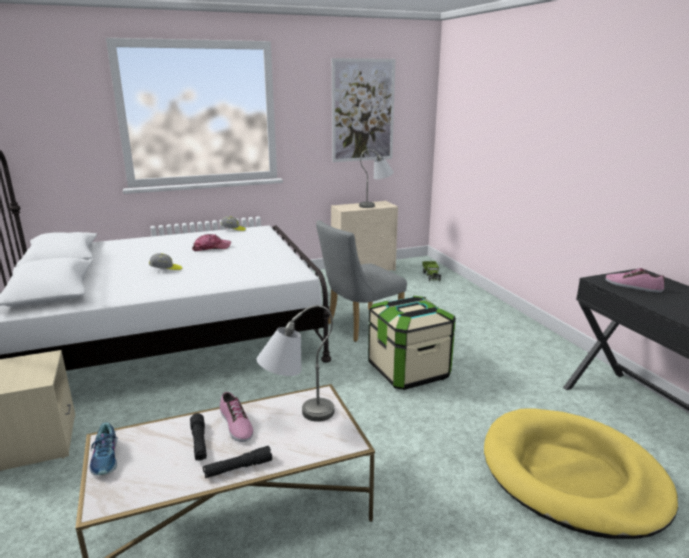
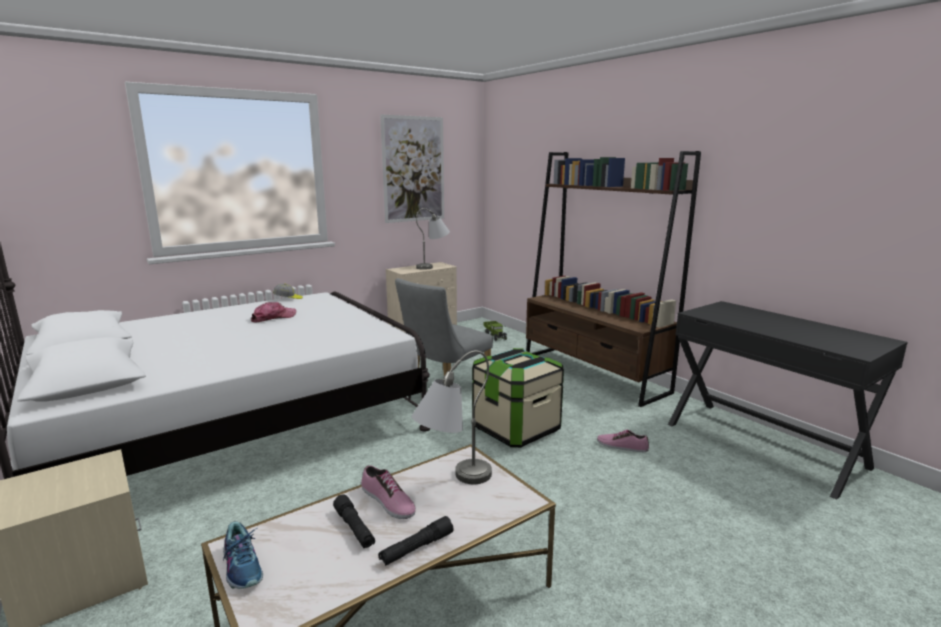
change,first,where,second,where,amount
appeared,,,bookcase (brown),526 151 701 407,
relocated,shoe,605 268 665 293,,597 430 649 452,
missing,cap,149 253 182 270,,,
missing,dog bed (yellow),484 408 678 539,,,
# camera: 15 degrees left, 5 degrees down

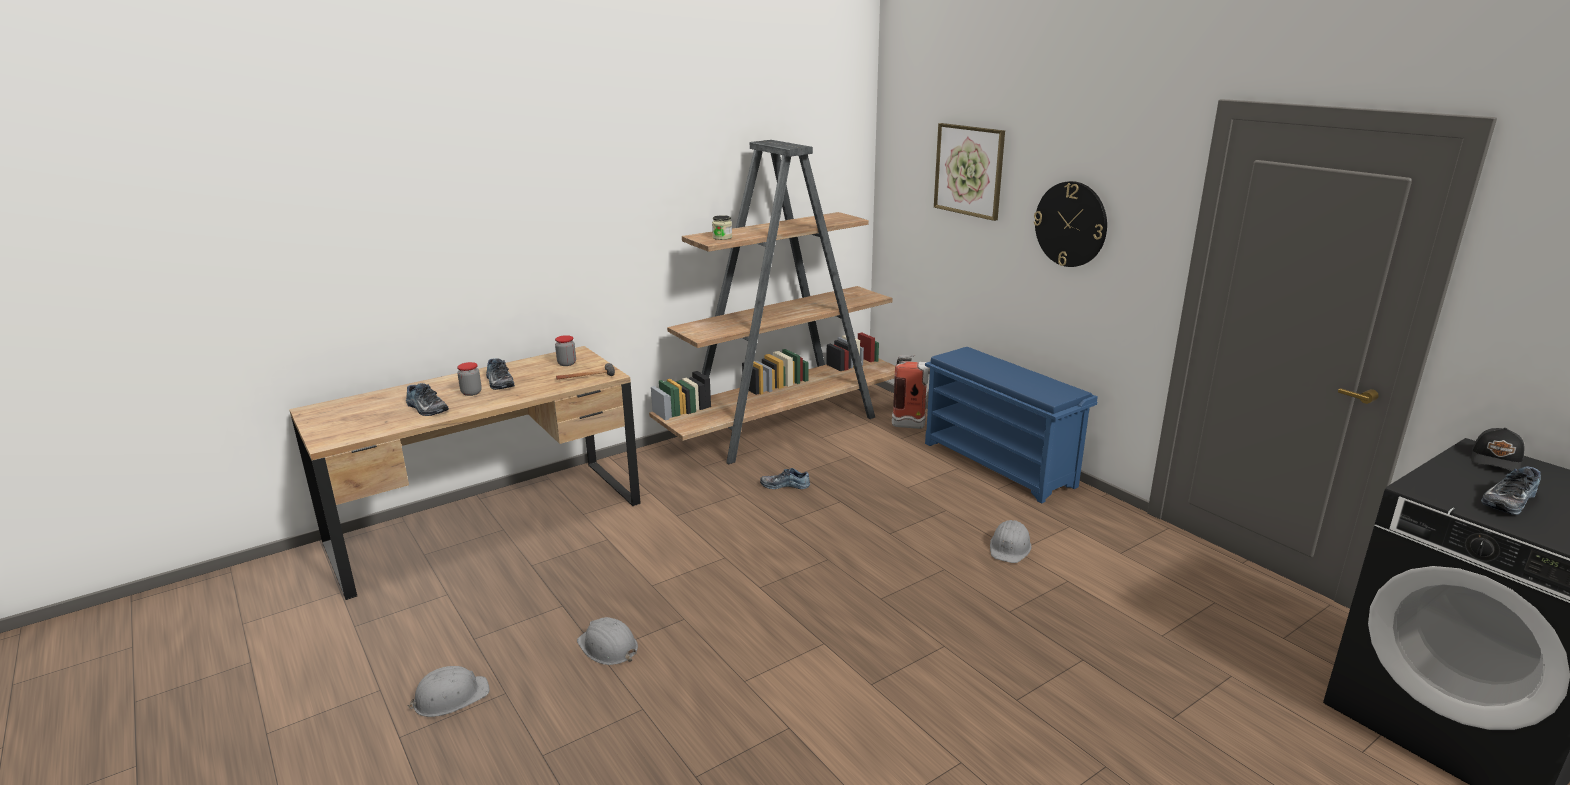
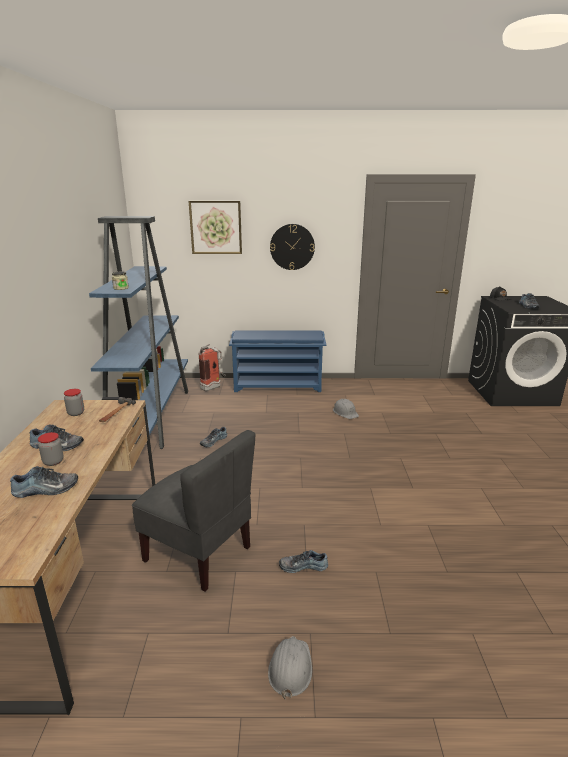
change,first,where,second,where,amount
colour,bookcase (brown),649 140 895 465,bookcase (blue),89 216 188 449,
appeared,,,chair (grey),132 430 255 591,
exchanged,hard hat (grey),577 617 638 665,shoe,279 550 328 573,
# camera: 55 degrees left, 0 degrees up

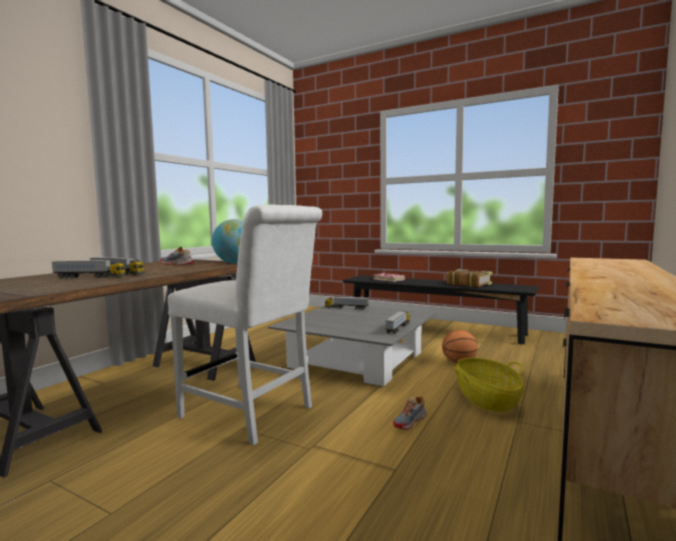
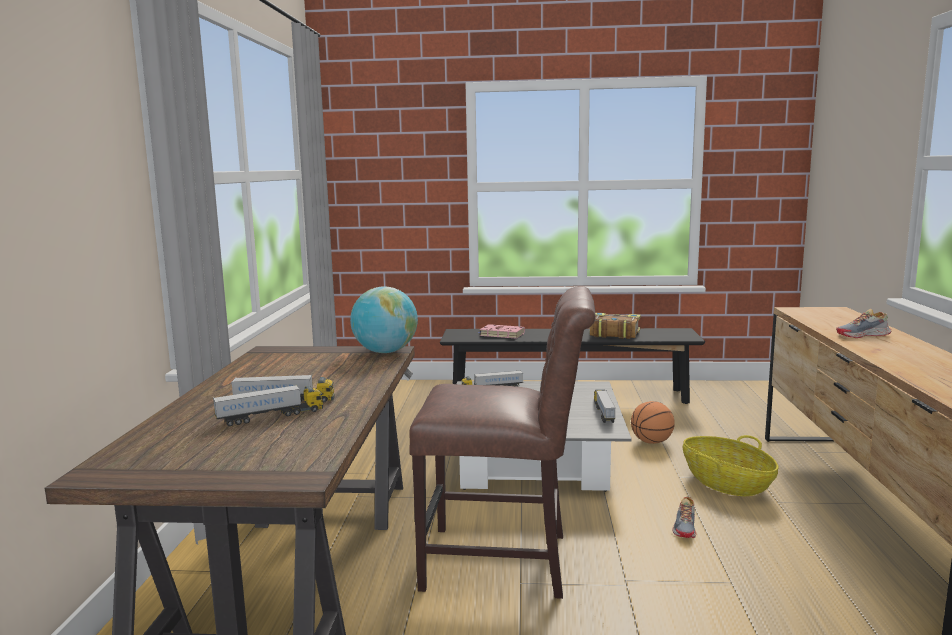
change,first,where,second,where,amount
colour,chair (white),168 204 322 445,chair (brown),409 286 596 599,
relocated,shoe,160 247 195 265,,836 309 891 338,
# camera: 25 degrees left, 5 degrees up

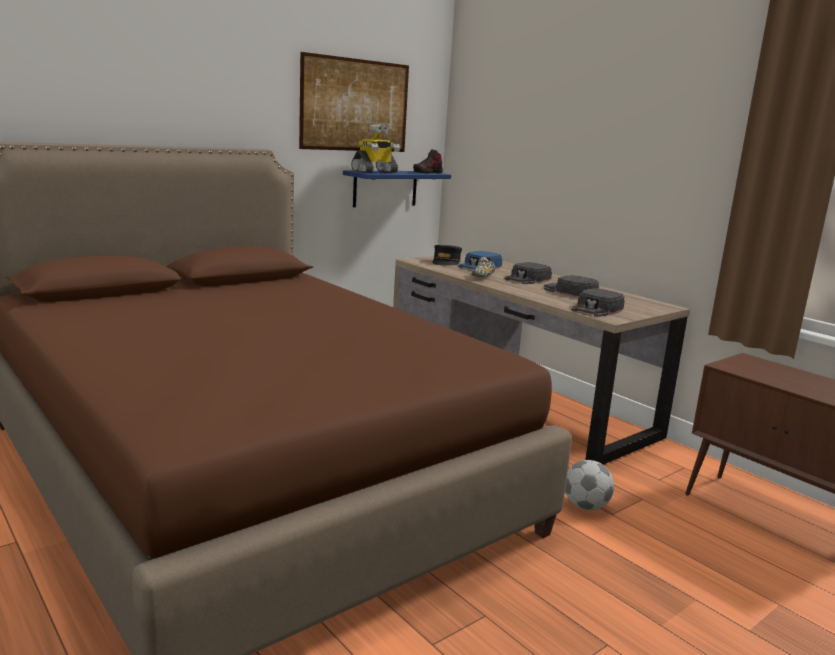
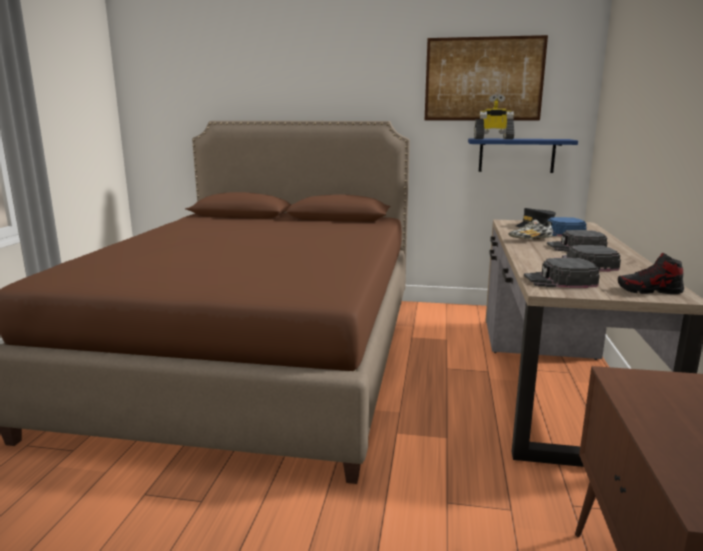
change,first,where,second,where,amount
relocated,shoe,413 149 443 174,,618 253 684 294,
missing,football,565 460 614 510,,,
# camera: 50 degrees right, 0 degrees up

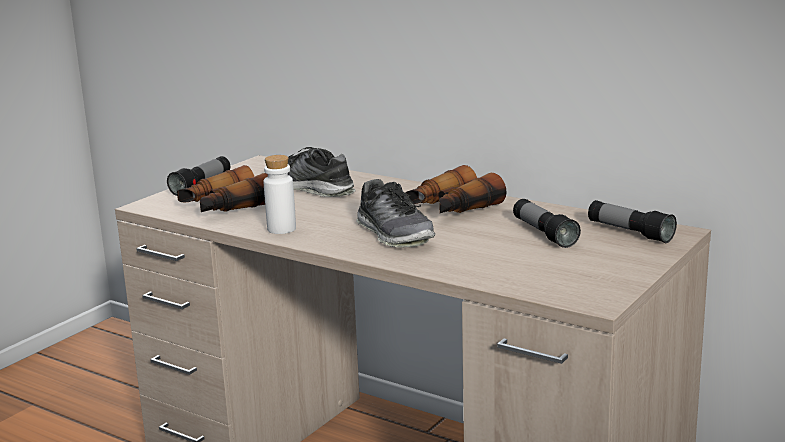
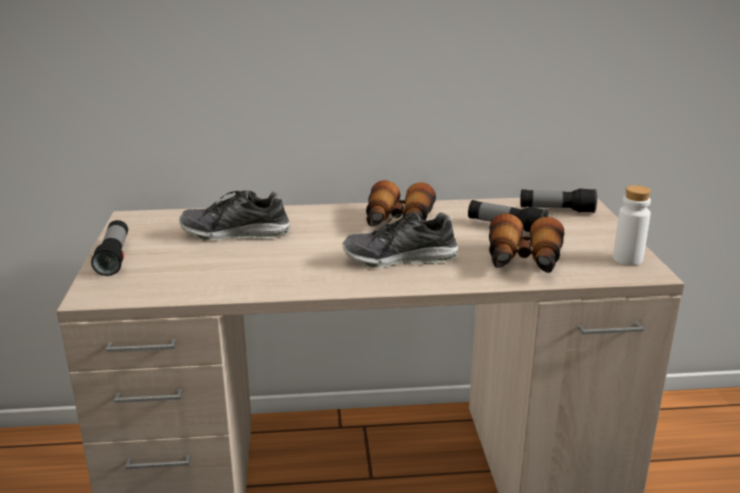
change,first,where,second,where,amount
spun,shoe,356 179 436 248,,343 212 458 268,150 degrees clockwise
relocated,binoculars,177 165 268 212,,489 213 564 273,
relocated,bottle (white),264 155 296 234,,613 185 651 265,
# camera: 40 degrees left, 5 degrees up

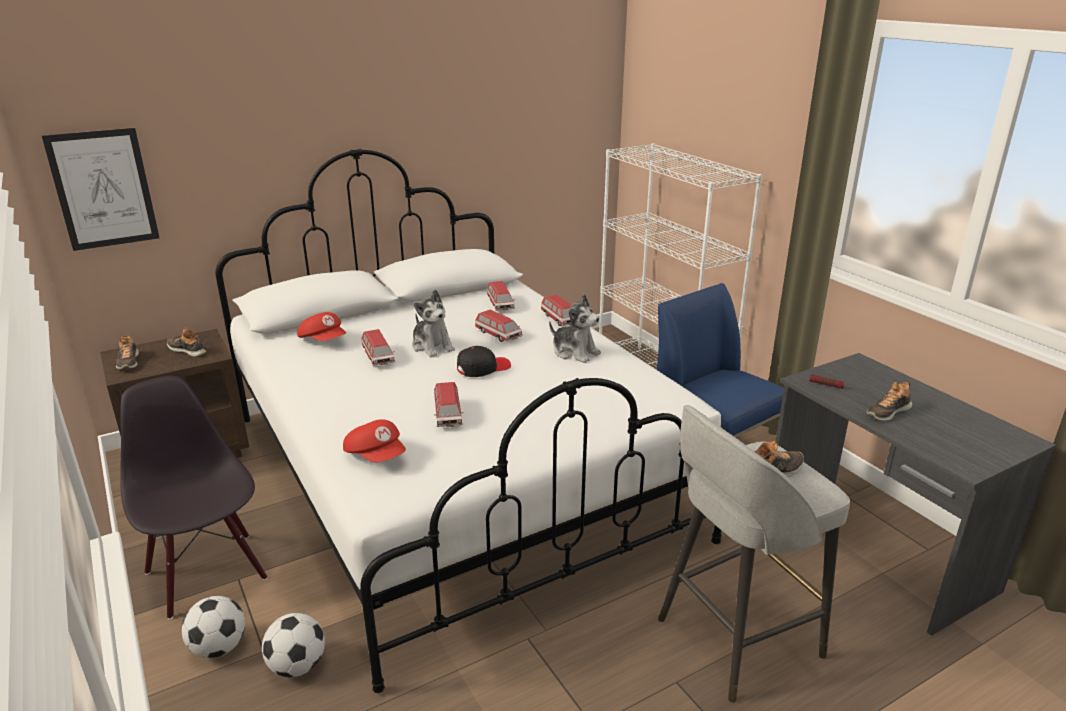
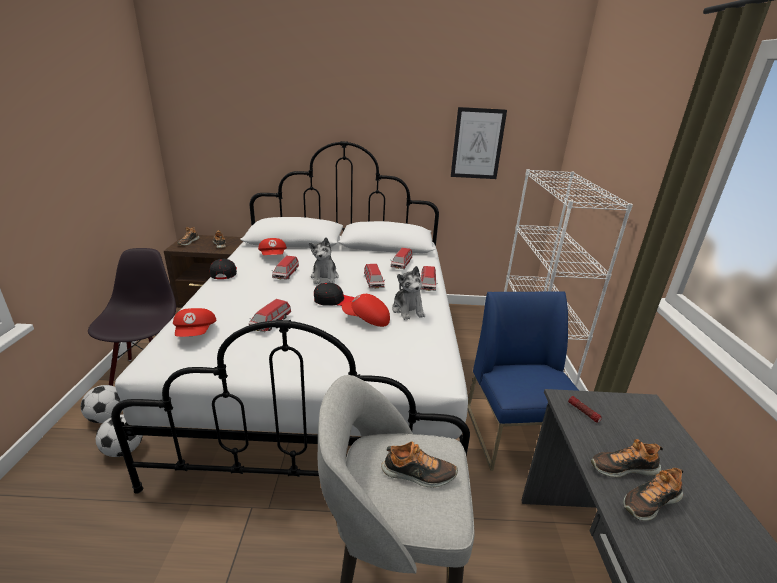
change,first,where,second,where,amount
appeared,,,cap (black),210 259 237 279,
appeared,,,cap (red),342 294 390 327,
relocated,picture,42 128 159 251,,451 107 507 179,
appeared,,,shoe,623 468 683 521,
# camera: 30 degrees right, 0 degrees up

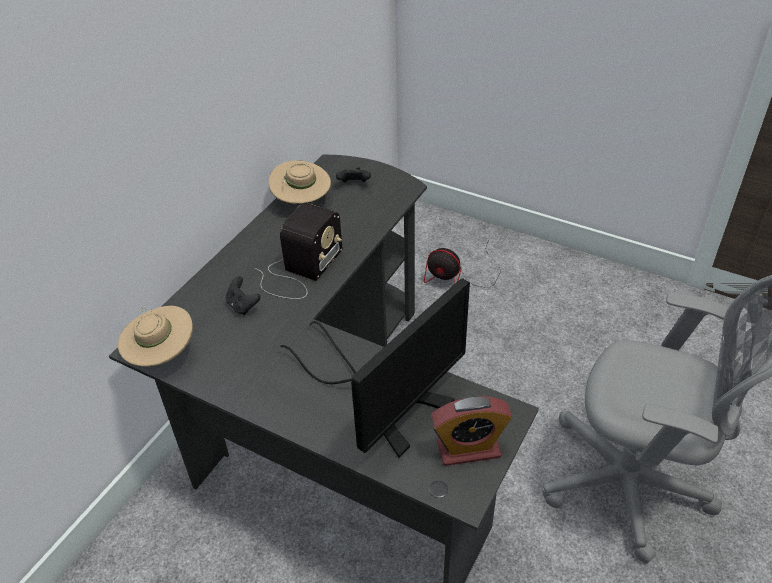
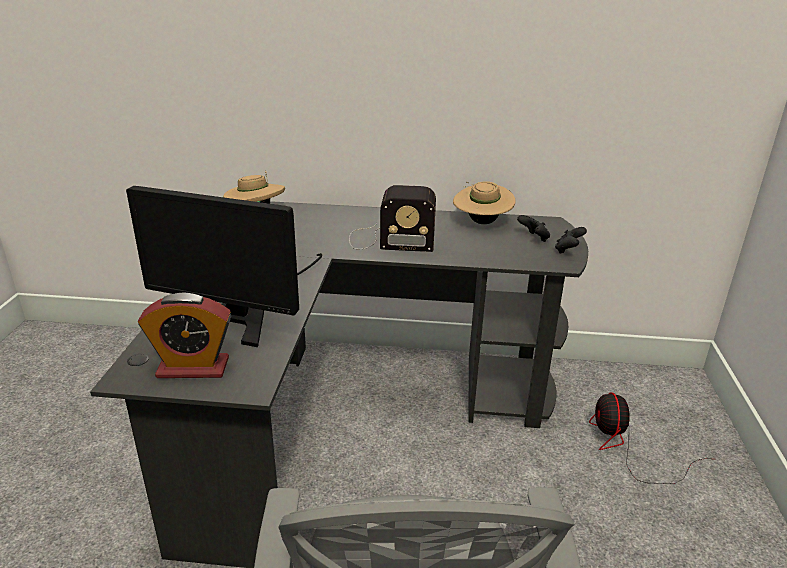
change,first,where,second,where,amount
spun,alarm clock,431 396 512 466,,138 292 232 378,60 degrees counterclockwise
relocated,game controller (black),226 276 260 315,,555 227 587 253,
# camera: 65 degrees right, 15 degrees down

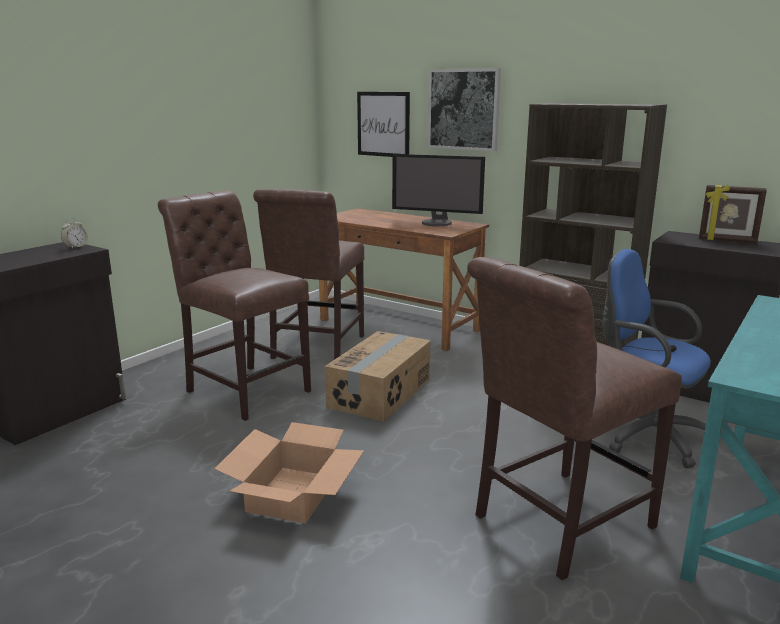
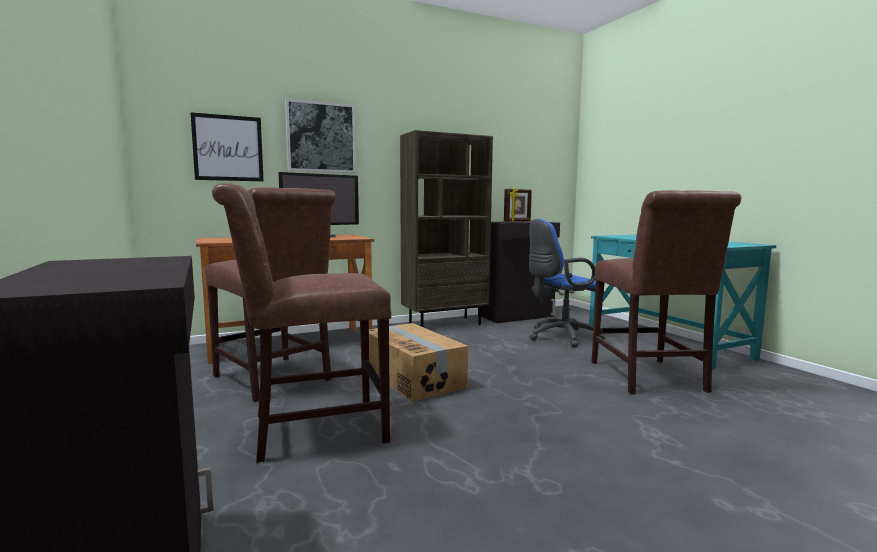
change,first,where,second,where,amount
missing,alarm clock,61 218 88 248,,,
missing,cardboard box,215 422 364 524,,,
# camera: 60 degrees left, 10 degrees down

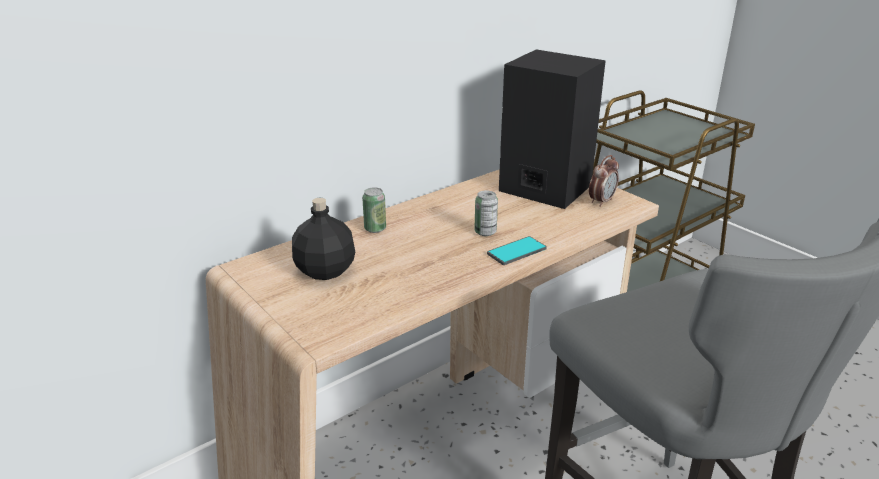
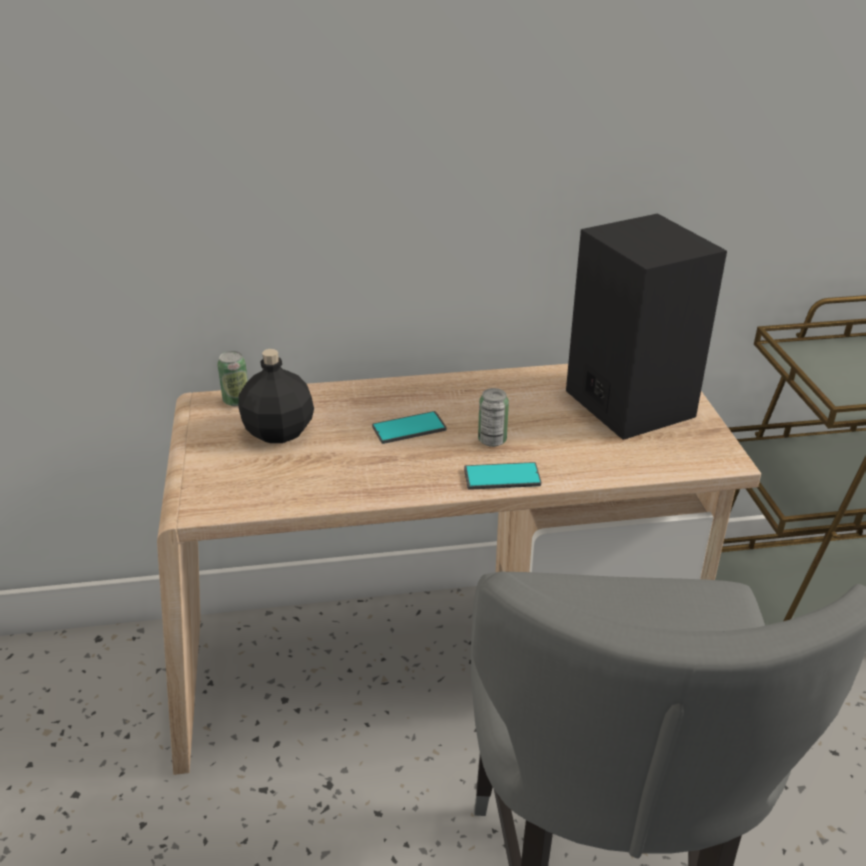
change,first,where,second,where,amount
relocated,can,362 187 386 233,,217 351 248 406,
appeared,,,phone,372 411 447 444,
missing,alarm clock,589 155 619 207,,,
# camera: 30 degrees right, 5 degrees up

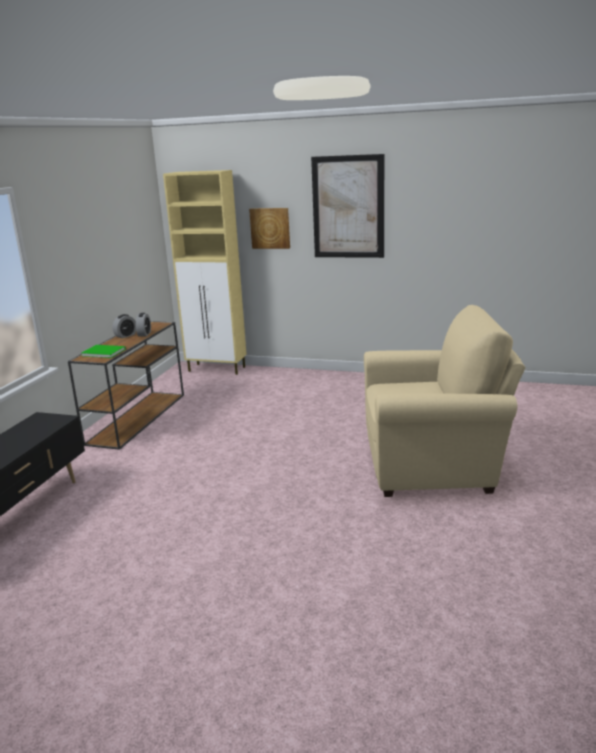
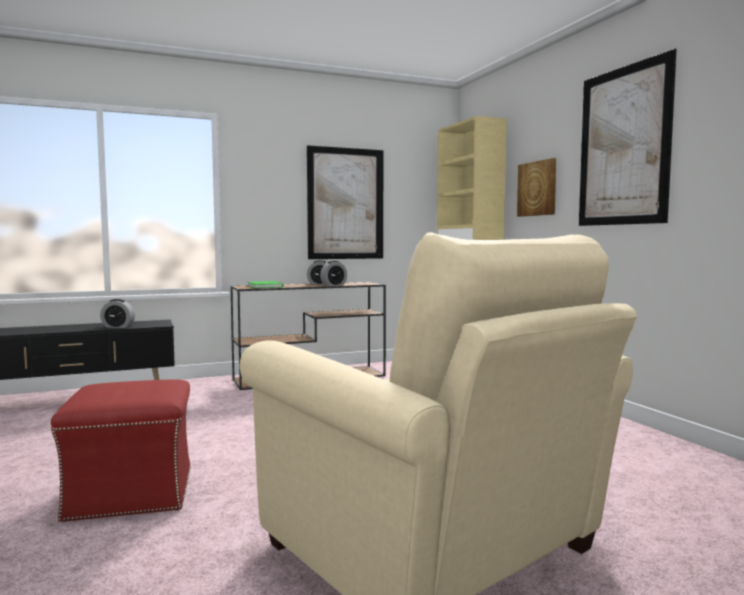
change,first,where,second,where,amount
appeared,,,ottoman (red),51 380 191 523,
appeared,,,alarm clock,100 299 135 328,
appeared,,,picture,307 145 383 259,
# camera: 50 degrees right, 15 degrees down

